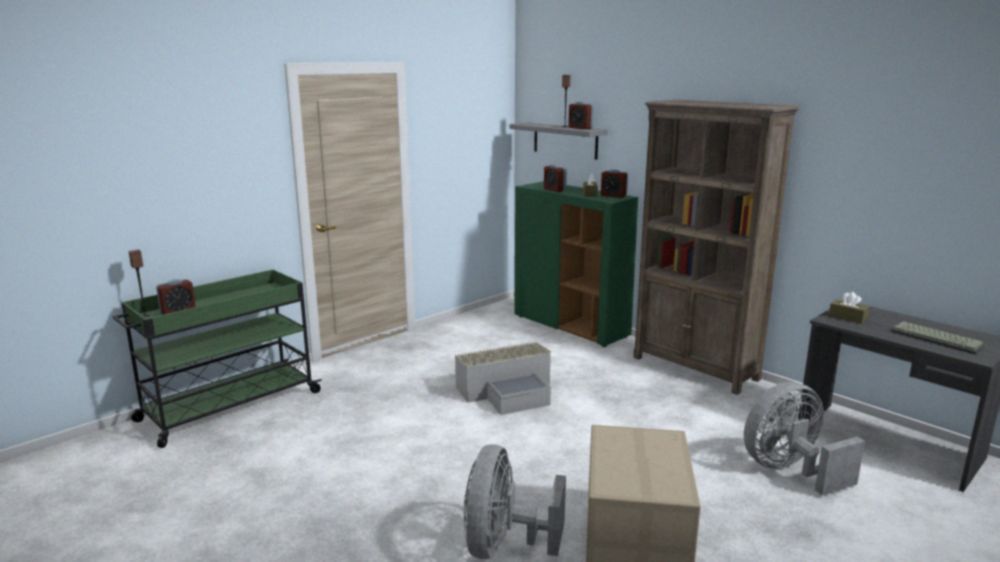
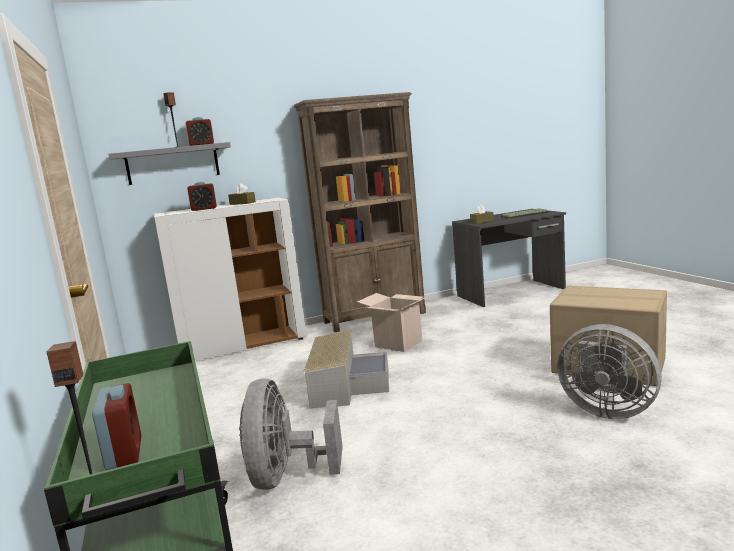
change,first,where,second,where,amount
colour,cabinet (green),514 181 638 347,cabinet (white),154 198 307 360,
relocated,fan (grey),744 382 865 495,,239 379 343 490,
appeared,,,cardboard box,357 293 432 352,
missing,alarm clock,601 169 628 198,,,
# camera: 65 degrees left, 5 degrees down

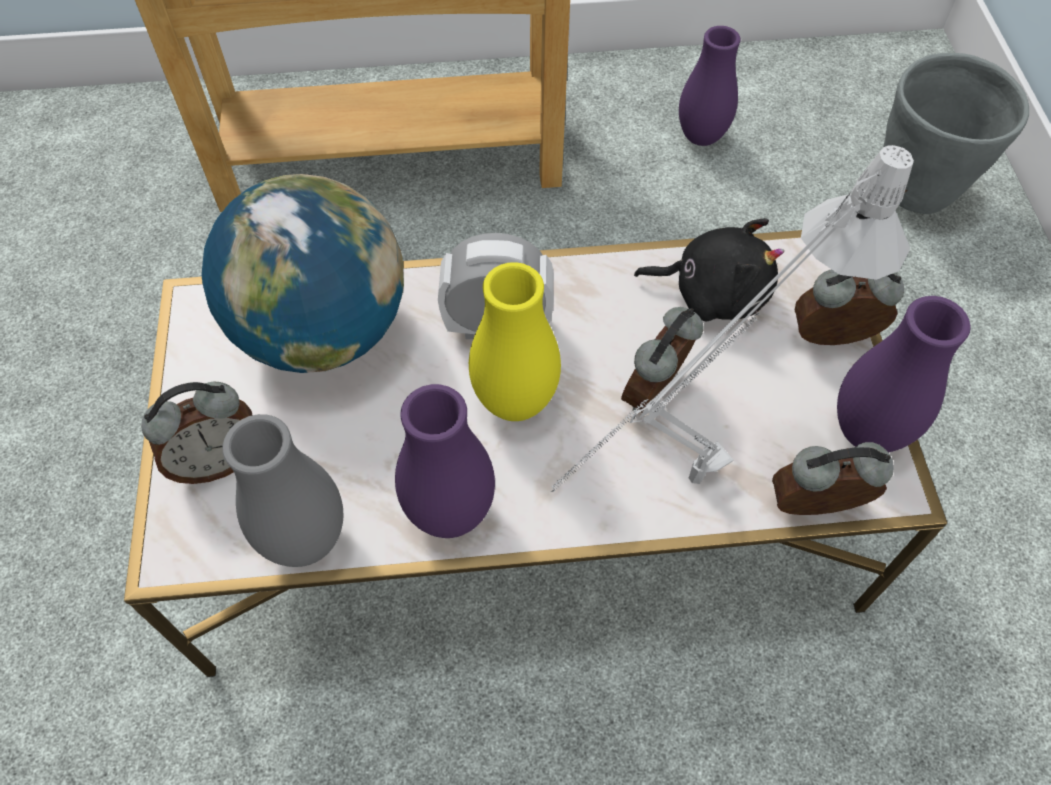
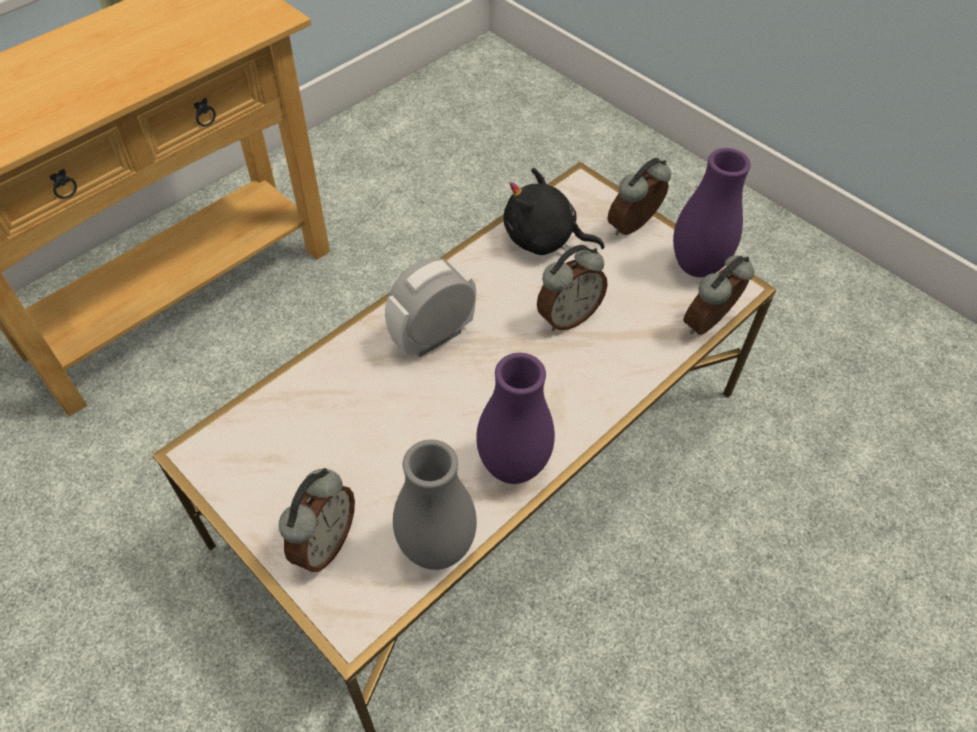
change,first,where,second,where,amount
spun,plush toy (black),634 218 784 322,,504 168 604 255,135 degrees counterclockwise
spun,alarm clock,621 307 704 412,,537 245 608 331,120 degrees counterclockwise
missing,globe,202 174 404 373,,,
missing,vase (yellow),469 262 561 421,,,
missing,table lamp (grey),551 145 914 492,,,
missing,vase (purple),679 26 740 146,,,
missing,planter (grey),883 53 1029 214,,,
# camera: 40 degrees left, 5 degrees down

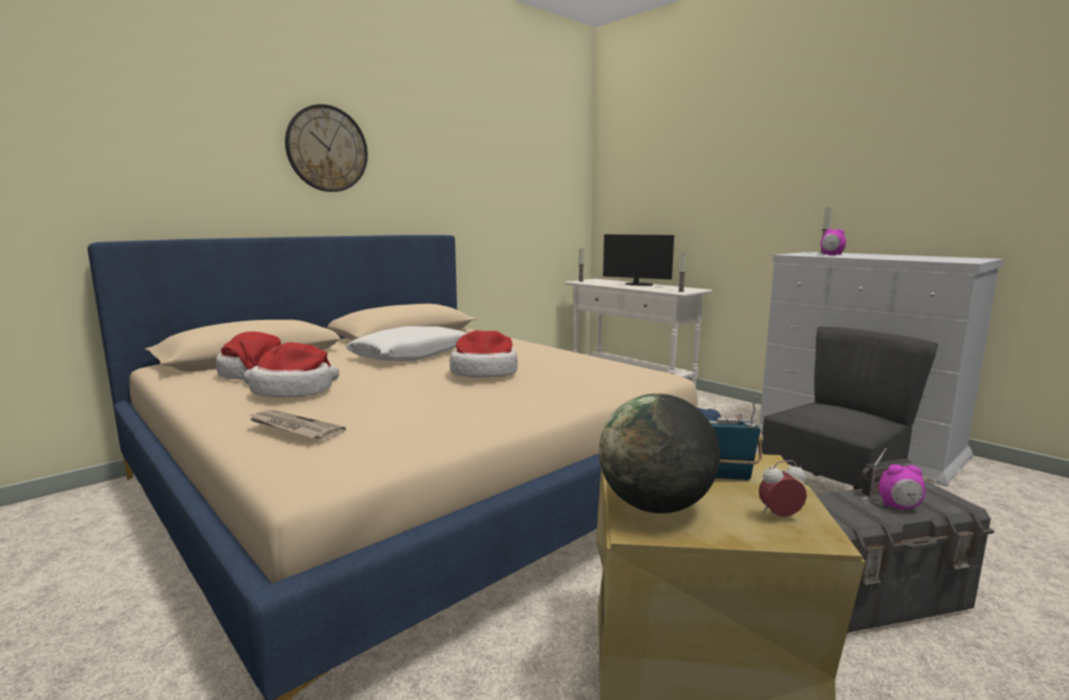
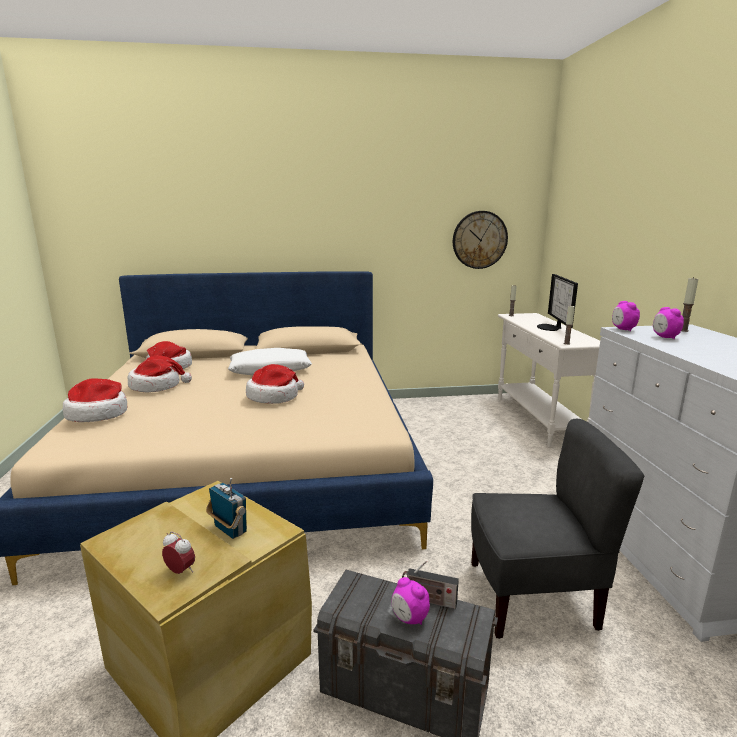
change,first,where,second,where,amount
exchanged,newspaper,248 410 346 440,hat,63 379 127 422,
relocated,wall clock,285 104 368 192,,453 211 508 269,
spun,monitor,603 234 674 286,,537 274 578 331,150 degrees counterclockwise
appeared,,,alarm clock,612 301 640 331,
missing,globe,599 394 720 513,,,
# camera: 35 degrees right, 5 degrees up

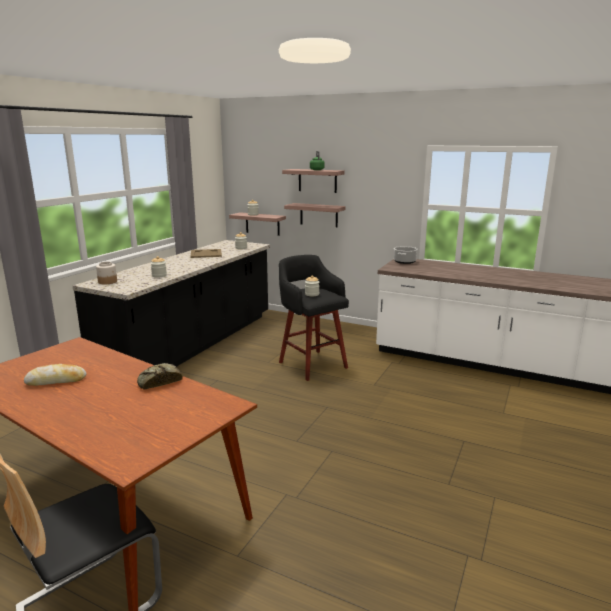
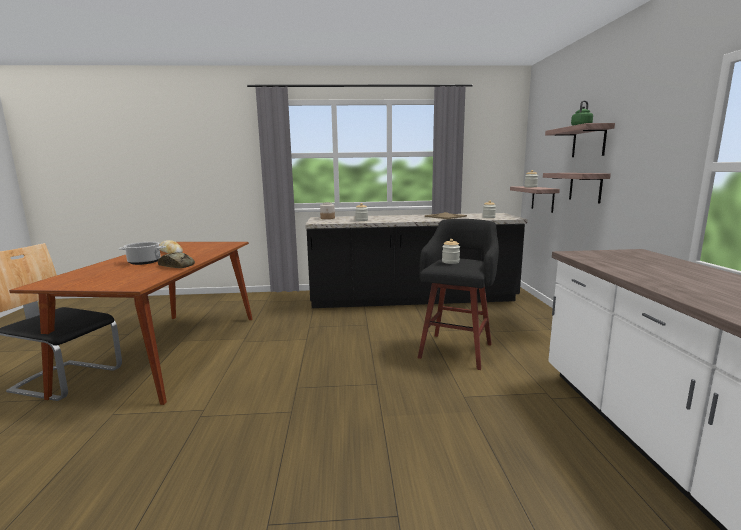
change,first,where,second,where,amount
relocated,cooking pot,394 246 418 264,,119 242 166 265,
# camera: 60 degrees right, 5 degrees down

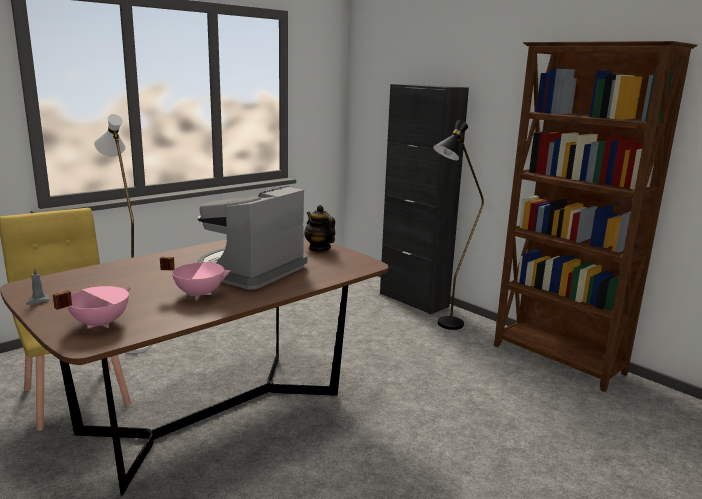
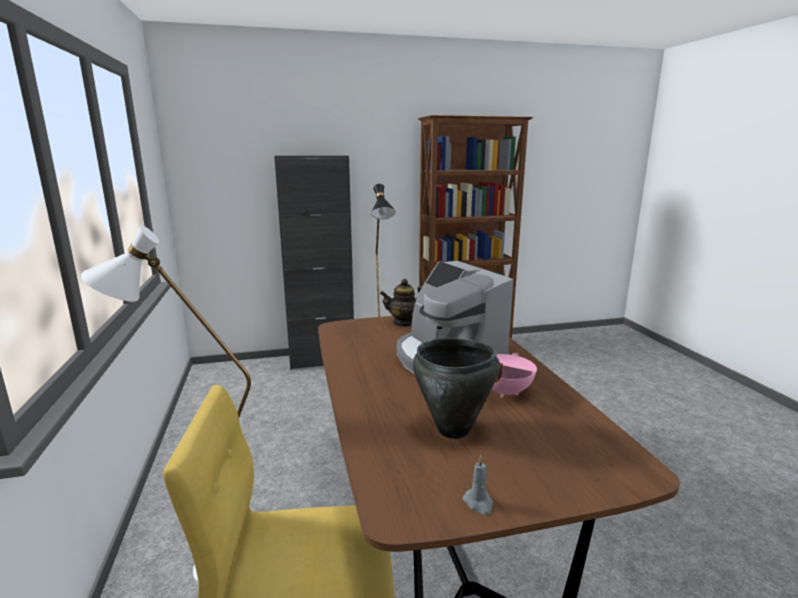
change,first,where,second,where,amount
appeared,,,cooking pot (black),413 338 500 439,
missing,cooking pot (pink),53 286 131 329,,,
# camera: 60 degrees left, 0 degrees up

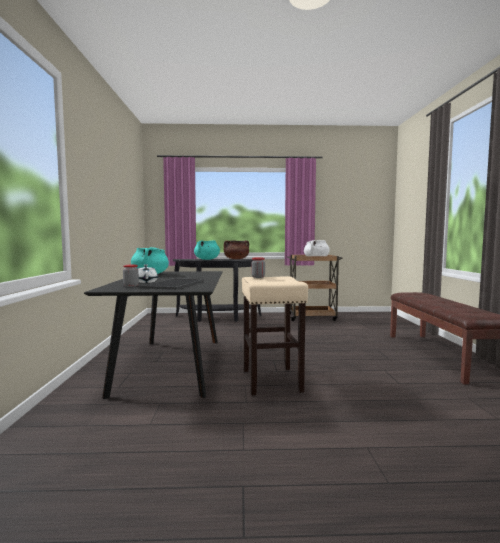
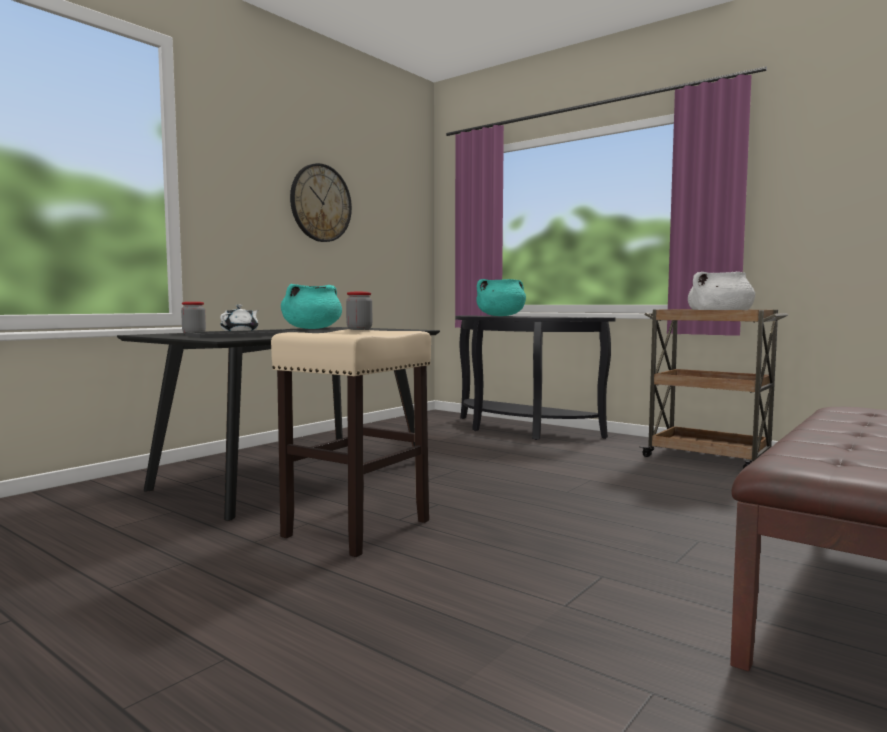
change,first,where,second,where,amount
appeared,,,wall clock,290 163 352 242,
missing,cooking pot (brown),224 240 249 259,,,
# camera: 40 degrees right, 0 degrees up

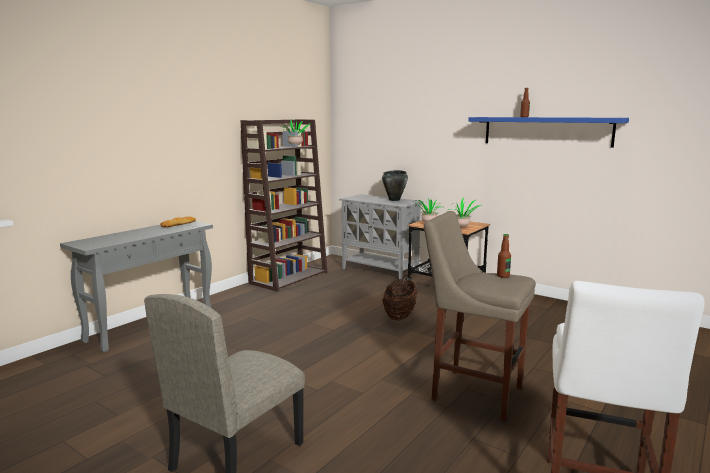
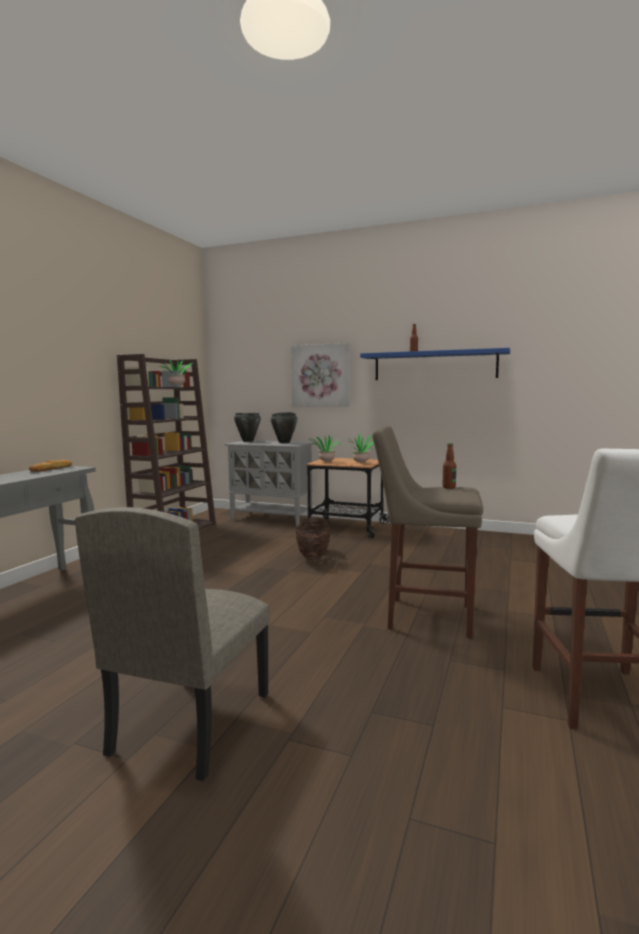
change,first,where,second,where,amount
appeared,,,cooking pot (black),234 413 261 442,
appeared,,,picture,291 343 350 407,
# camera: 15 degrees left, 5 degrees down

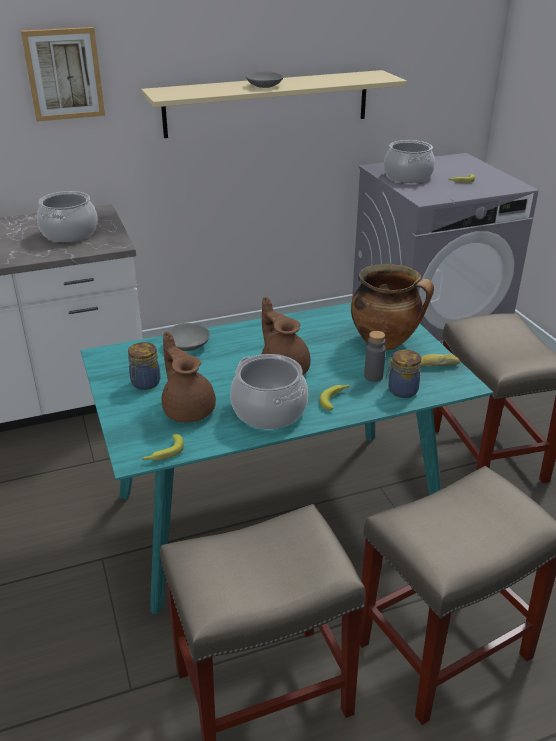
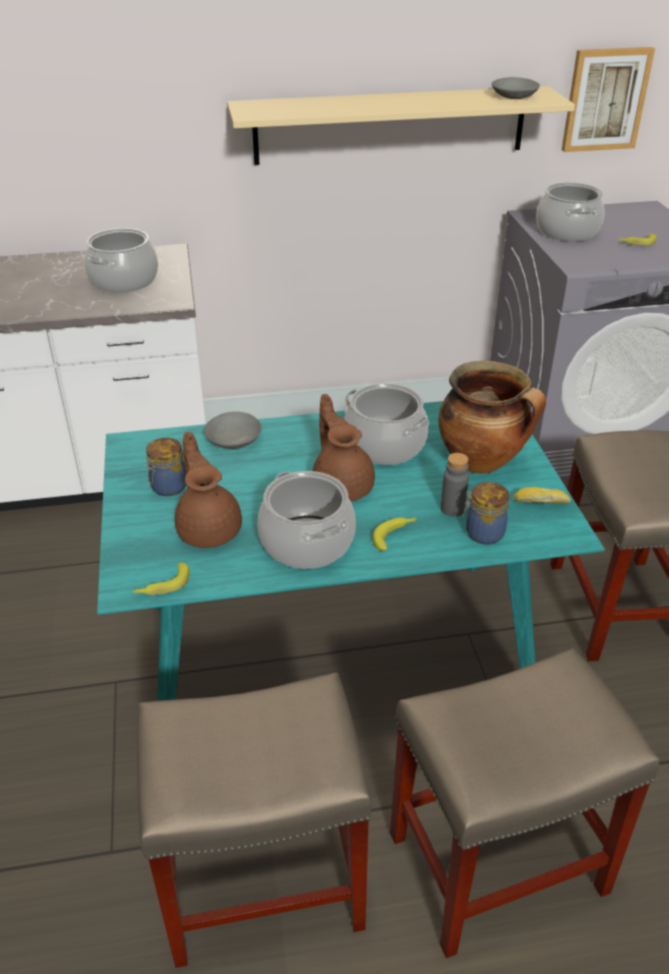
change,first,where,second,where,amount
appeared,,,cooking pot,344 383 429 465,
relocated,bowl (grey),246 72 284 88,,492 77 540 99,
relocated,picture,21 27 105 122,,562 47 655 152,
# camera: 10 degrees right, 5 degrees up

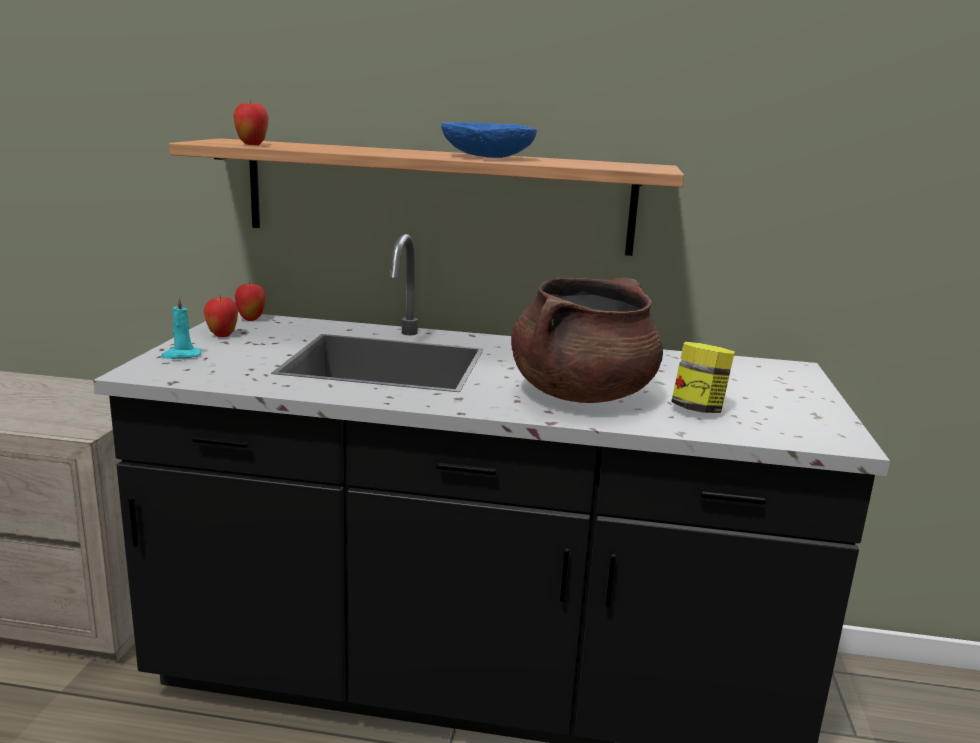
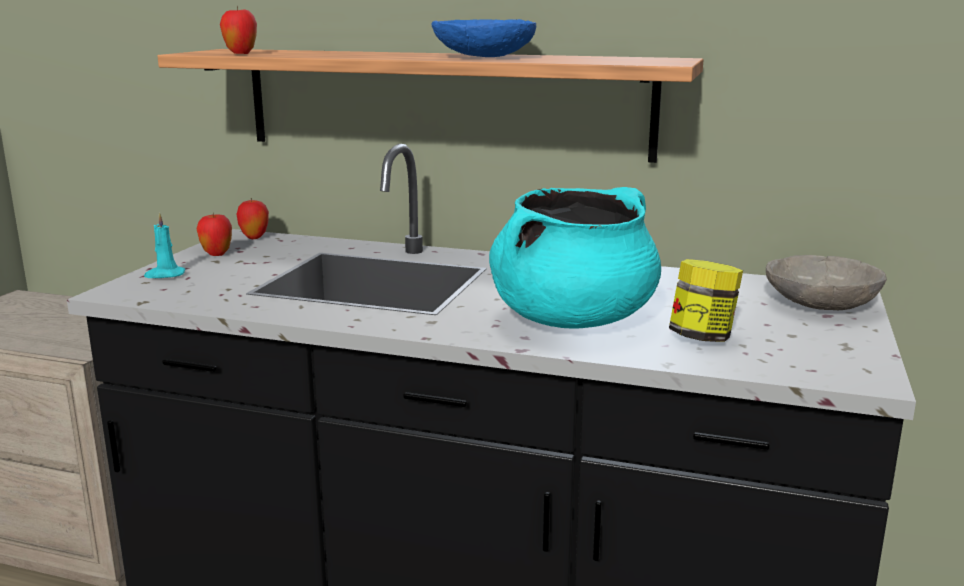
change,first,where,second,where,amount
colour,cooking pot (brown),511 278 663 403,cooking pot (turquoise),489 187 661 329,
appeared,,,bowl (grey),766 255 887 310,
# camera: 10 degrees right, 0 degrees up

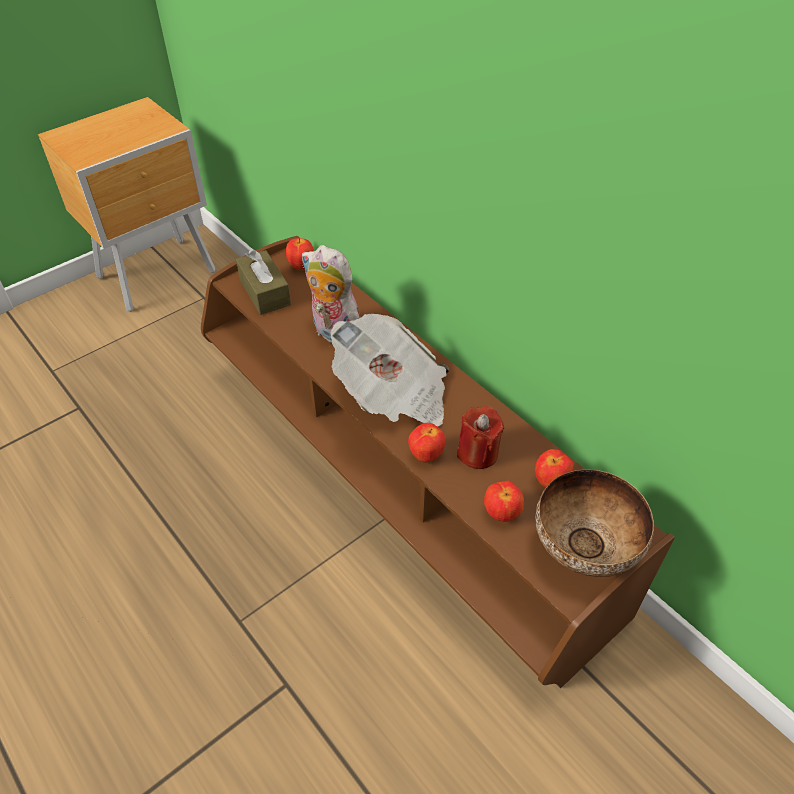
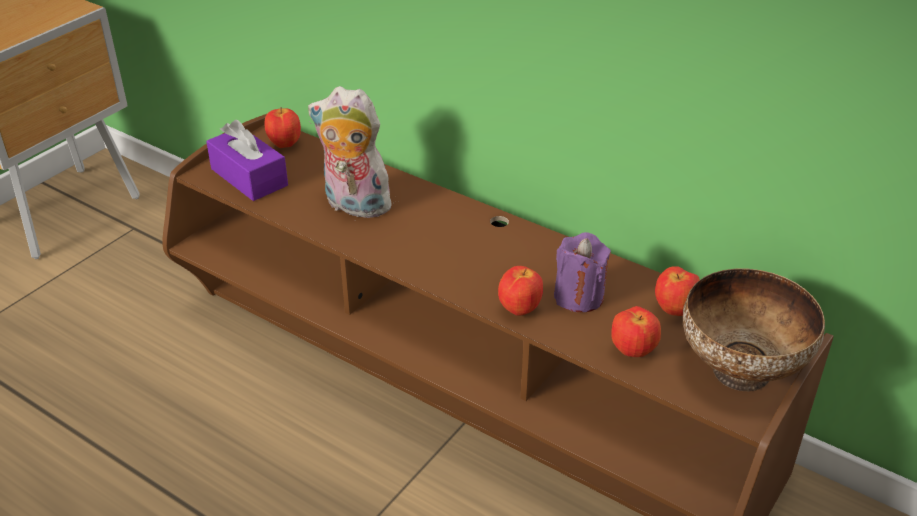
change,first,where,second,where,amount
colour,tissue box (brown),236 250 291 315,tissue box (purple),206 120 288 201,
colour,candle (red),457 406 504 469,candle (purple),554 232 611 312,
missing,newspaper,331 314 447 426,,,
# camera: 15 degrees left, 10 degrees down

